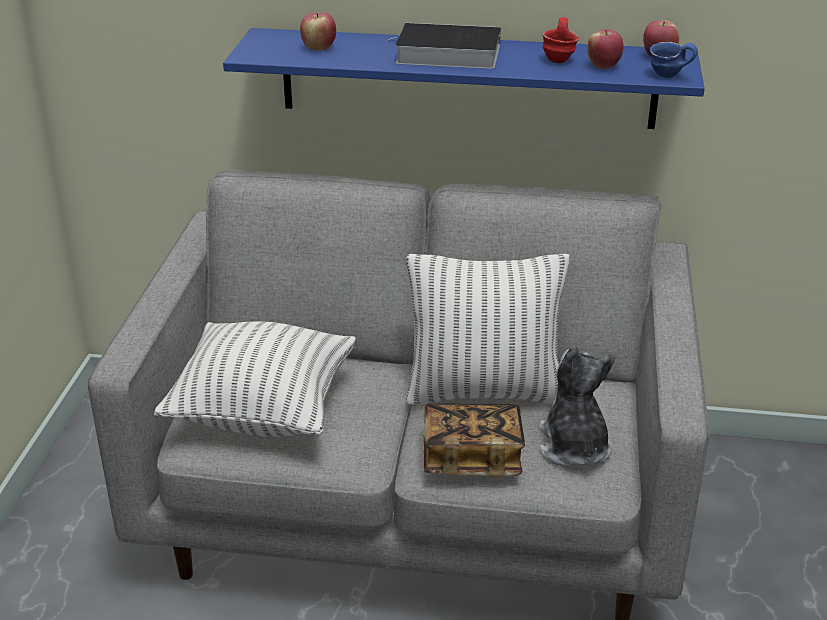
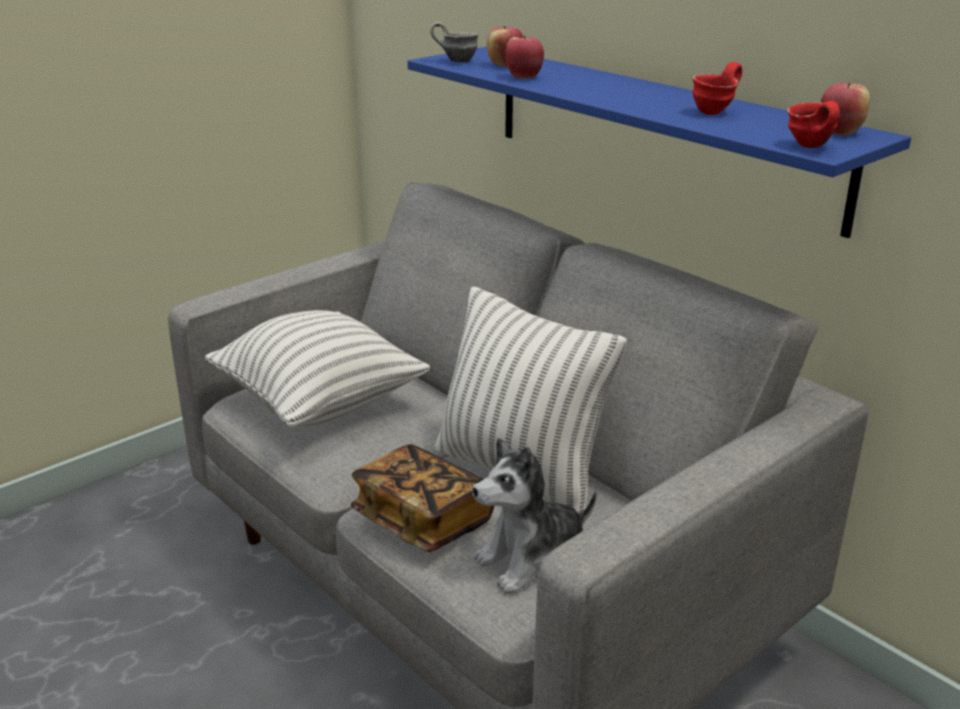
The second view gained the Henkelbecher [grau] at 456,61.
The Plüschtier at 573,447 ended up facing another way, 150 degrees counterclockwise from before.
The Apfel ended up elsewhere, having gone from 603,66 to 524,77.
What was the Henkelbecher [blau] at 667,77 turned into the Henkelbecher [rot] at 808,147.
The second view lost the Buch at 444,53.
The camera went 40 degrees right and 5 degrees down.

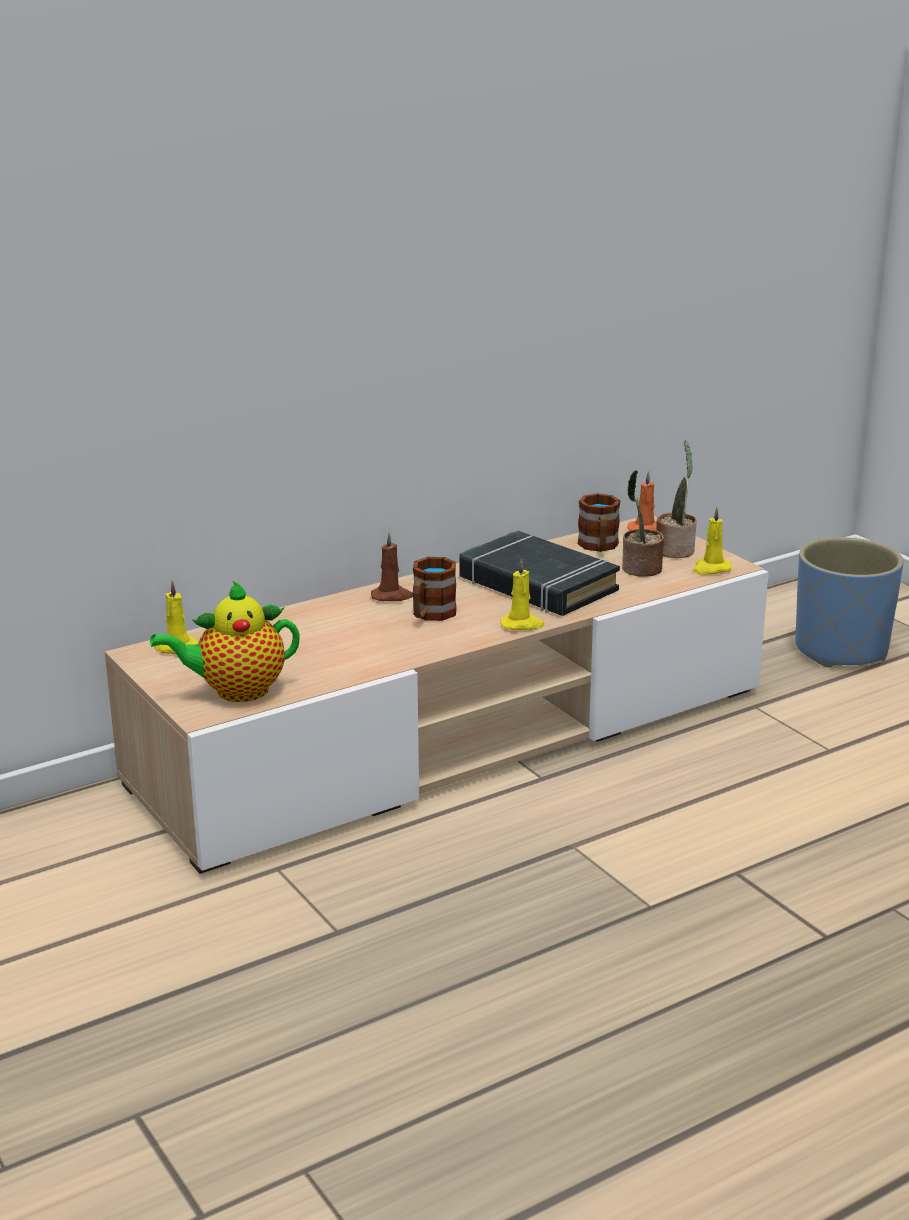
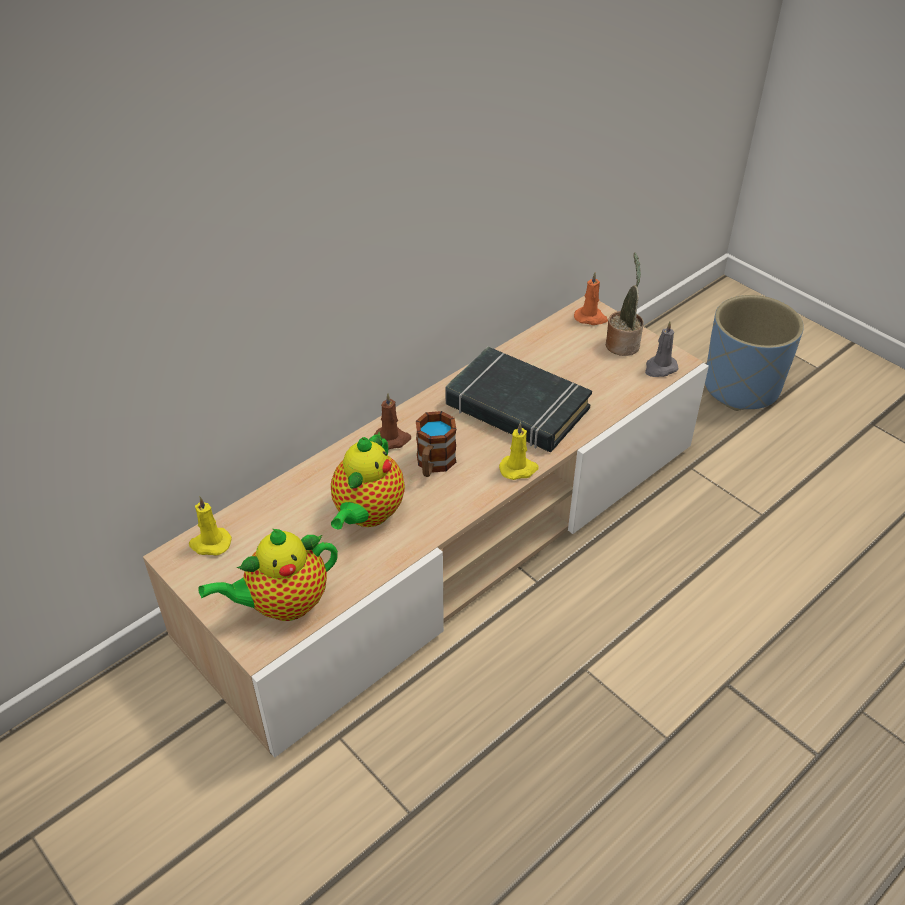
The second view gained the Teekanne at 367,515.
What was the Kerze [gelb] at 711,569 turned into the Kerze [grau] at 660,368.
The second view lost the Henkelbecher at 599,547.
The second view lost the Topfpflanze at 640,569.
The camera went 10 degrees left and 20 degrees up.

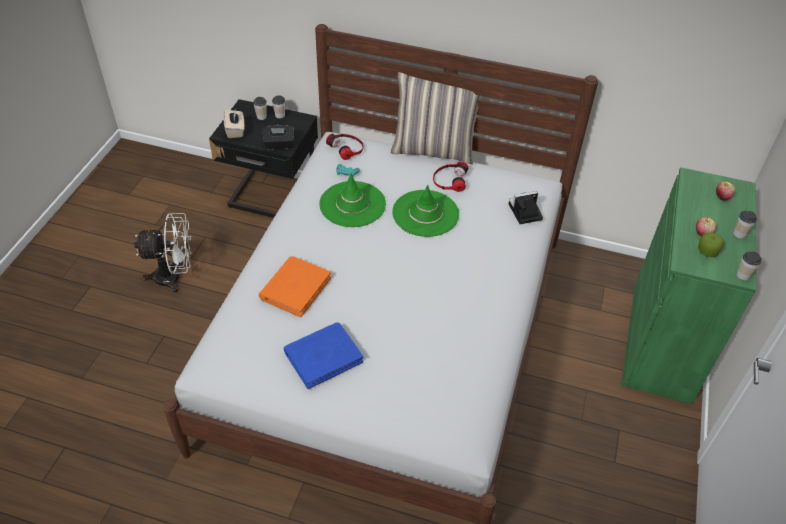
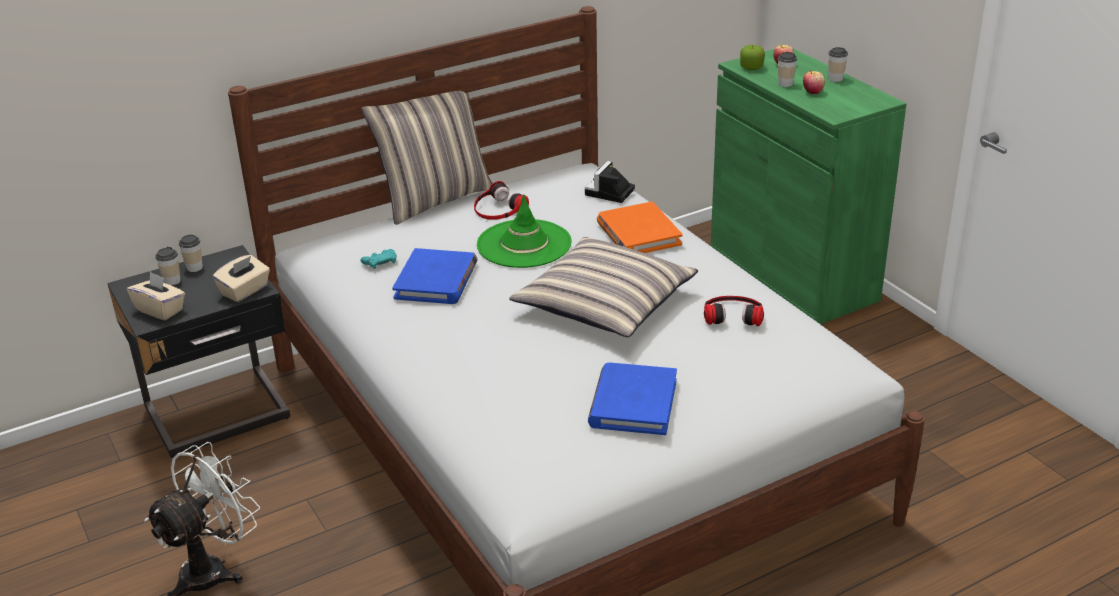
What was the Taschentuchbox [schwarz] at 279,145 turned into the Taschentuchbox [beige] at 245,291.
Where the Hut [grün] stood at 352,204, the Buch [blau] came to stand at 436,281.
The second view gained the Kissen at 605,303.
The Buch [orange] ended up elsewhere, having gone from 295,288 to 638,234.
The Kopfhörer ended up elsewhere, having gone from 347,148 to 733,314.
The Apfel ended up elsewhere, having gone from 707,251 to 751,68.
The Tasse ended up elsewhere, having gone from 743,275 to 785,84.
The camera went 45 degrees left and 15 degrees down.

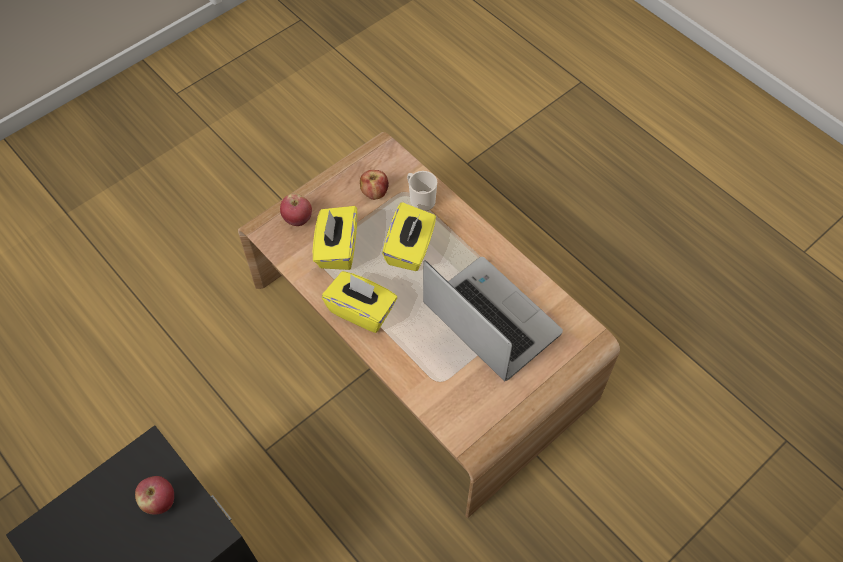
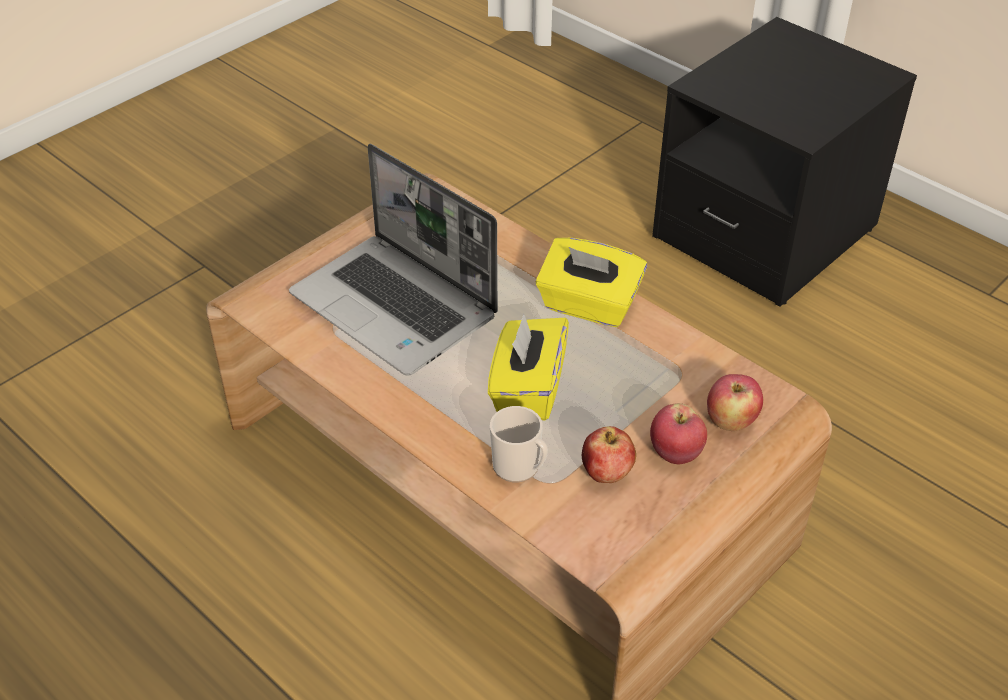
The Apfel ended up elsewhere, having gone from 159,501 to 675,454.
The second view lost the Taschentuchbox [gelb] at 337,249.
The camera went 175 degrees right and 15 degrees down.

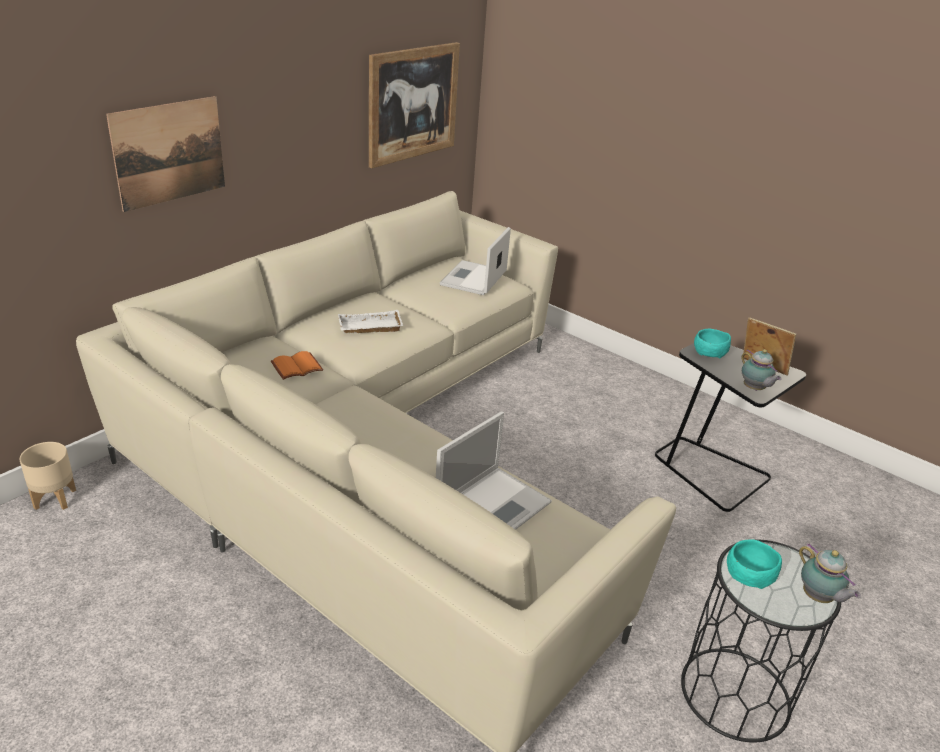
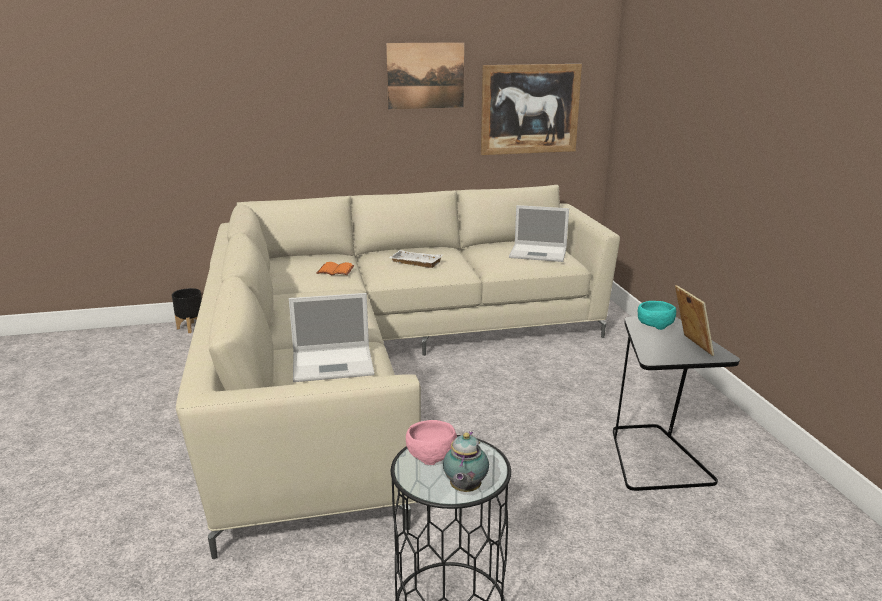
What was the Pflanzkübel [beige] at 55,498 turned into the Pflanzkübel [schwarz] at 191,327.
The Bild ended up elsewhere, having gone from 169,152 to 425,76.
What was the Schüssel [türkis] at 748,575 turned into the Schüssel [rosa] at 430,454.
The Laptop at 473,279 ended up facing another way, 135 degrees counterclockwise from before.
The second view lost the Teekanne at 754,389.
The camera went 40 degrees right and 10 degrees down.

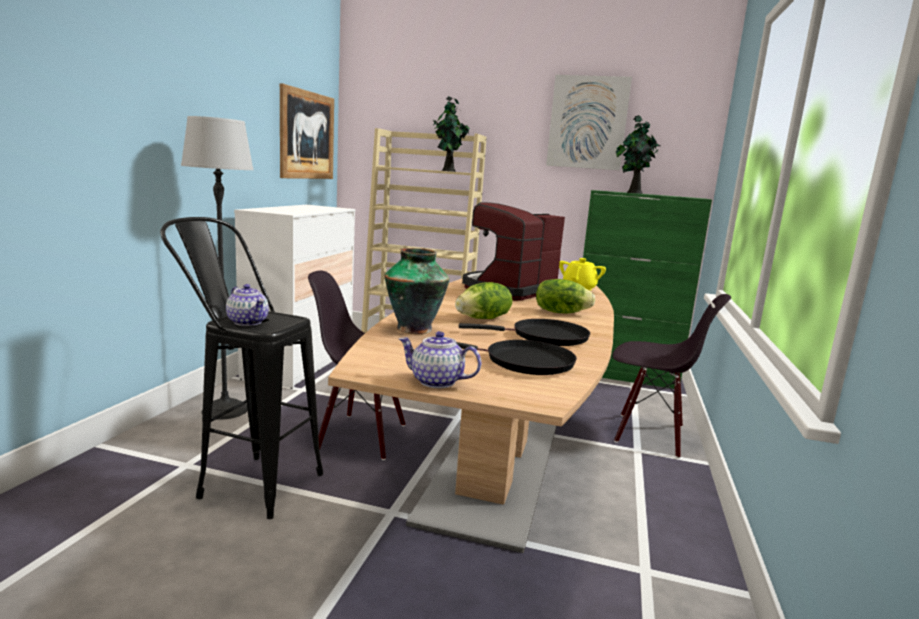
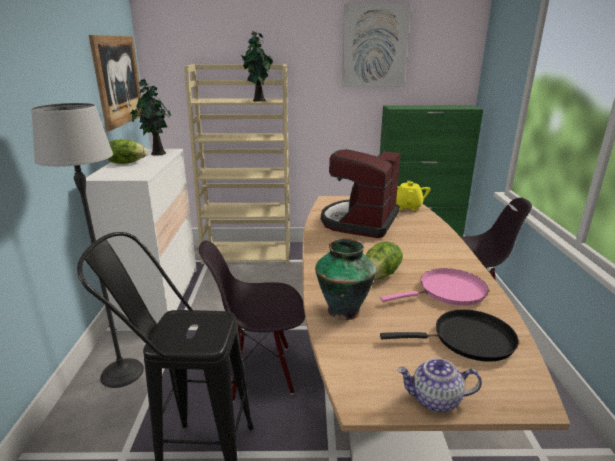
The Salatkopf ended up elsewhere, having gone from 561,312 to 126,163.
The Topfpflanze ended up elsewhere, having gone from 633,193 to 157,153.
What was the Pfanne [schwarz] at 544,337 turned into the Pfanne [rosa] at 448,291.
The second view lost the Teekanne at 248,322.
The camera went 15 degrees left and 10 degrees up.

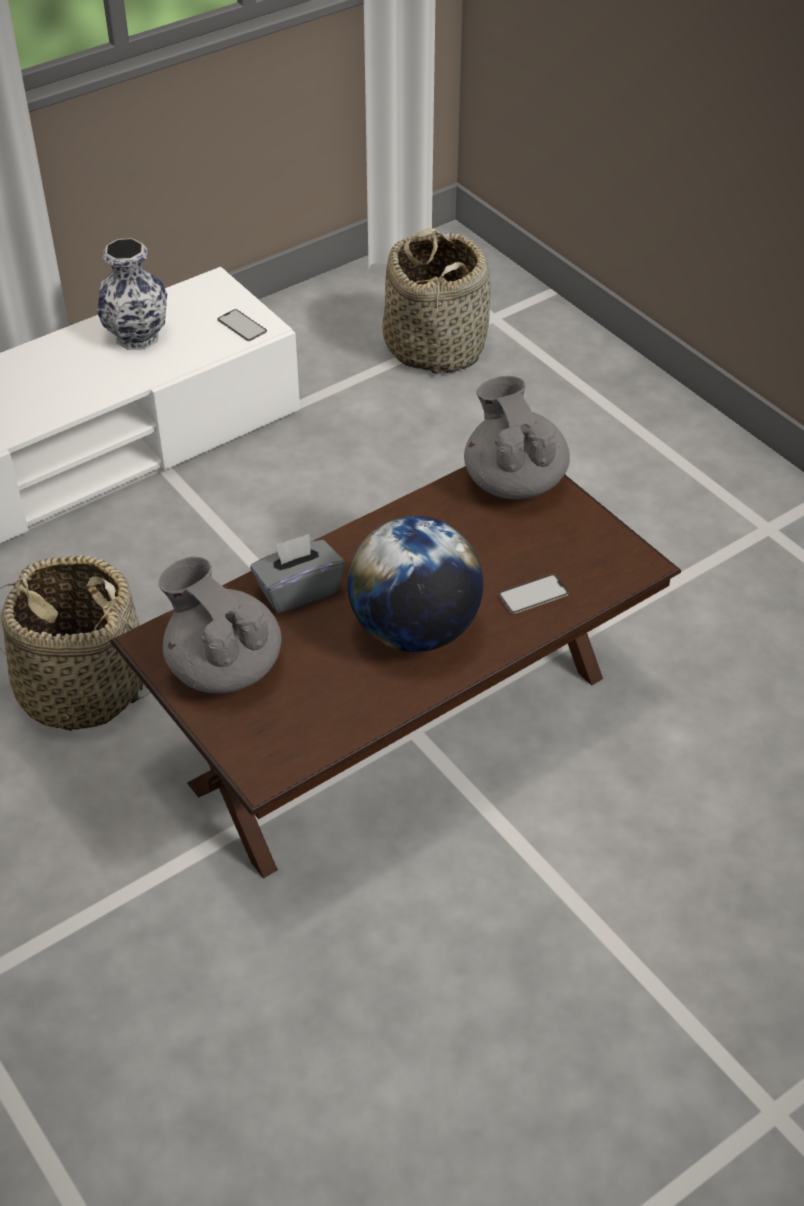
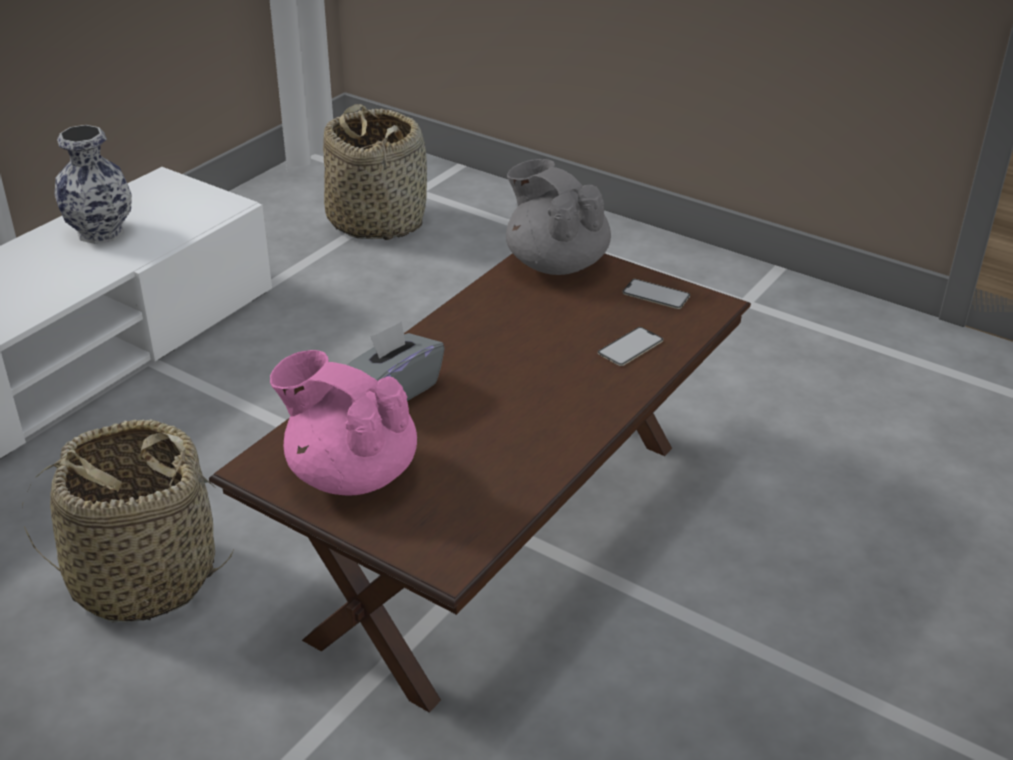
What was the Teekanne [grau] at 223,666 turned into the Teekanne [rosa] at 350,473.
The Handy ended up elsewhere, having gone from 242,326 to 656,294.
The second view lost the Globus at 415,630.
The camera went 20 degrees left and 10 degrees down.

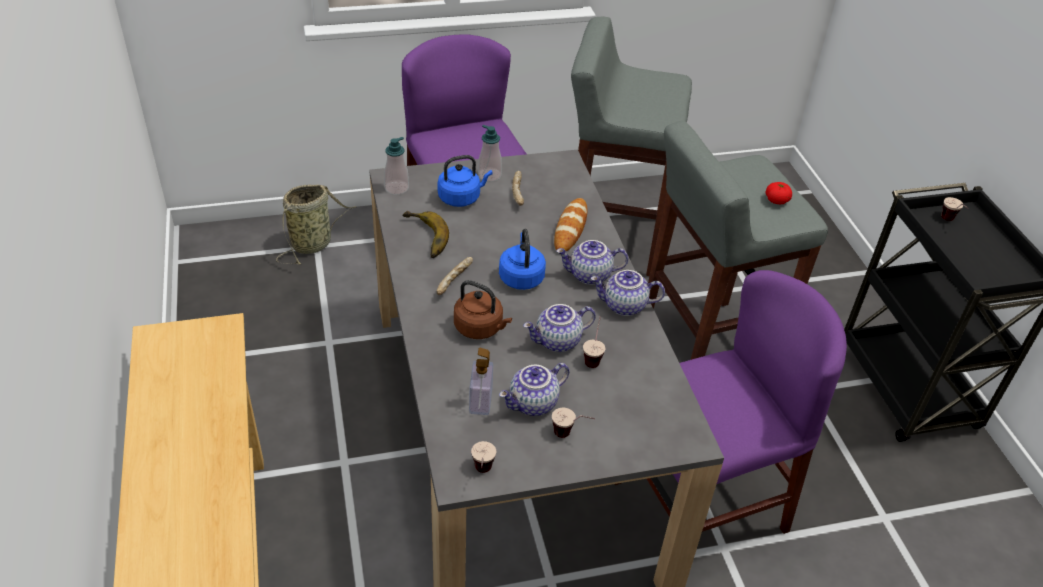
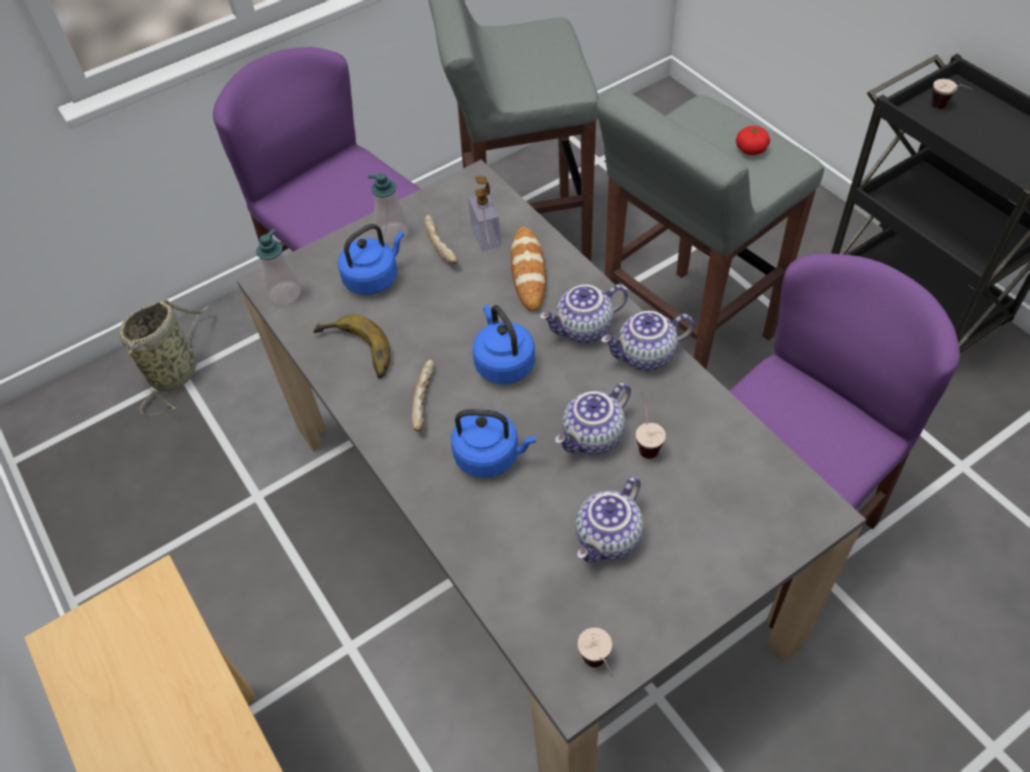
What was the Wasserkessel [braun] at 480,328 turned into the Wasserkessel [blau] at 491,456.
The Seifenspender ended up elsewhere, having gone from 480,400 to 486,236.
The second view lost the Tasse at 570,435.
The camera went 15 degrees left and 10 degrees up.

